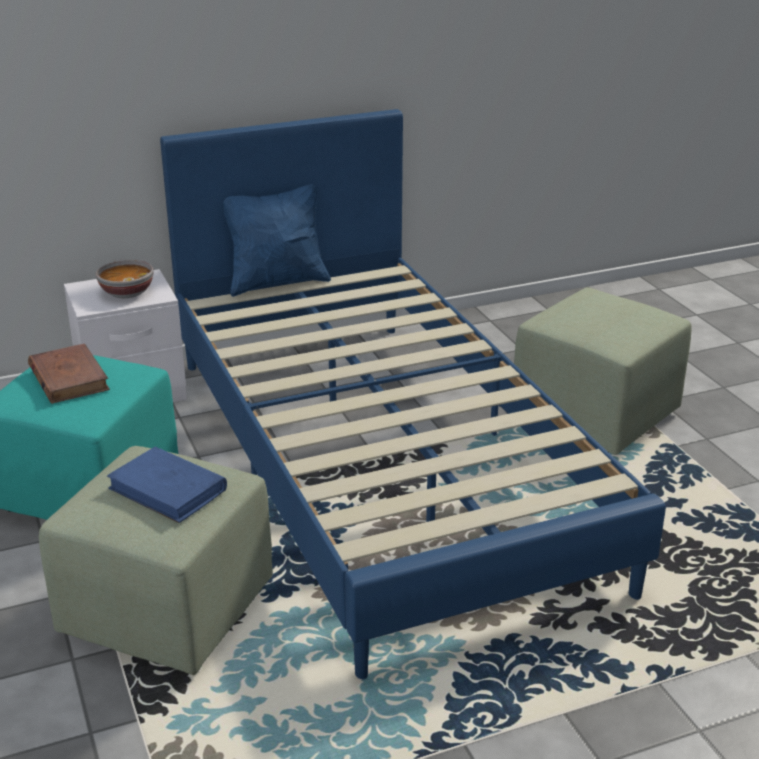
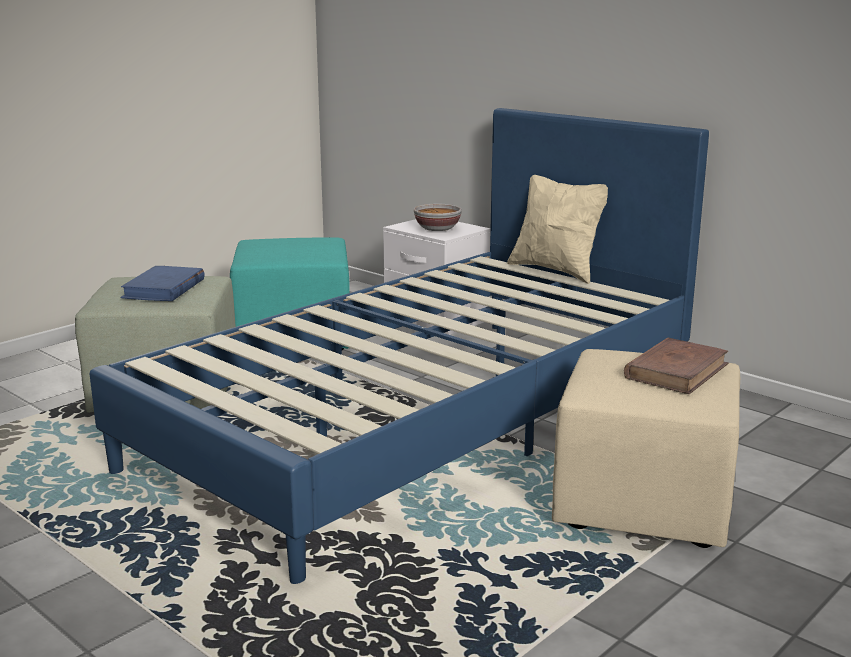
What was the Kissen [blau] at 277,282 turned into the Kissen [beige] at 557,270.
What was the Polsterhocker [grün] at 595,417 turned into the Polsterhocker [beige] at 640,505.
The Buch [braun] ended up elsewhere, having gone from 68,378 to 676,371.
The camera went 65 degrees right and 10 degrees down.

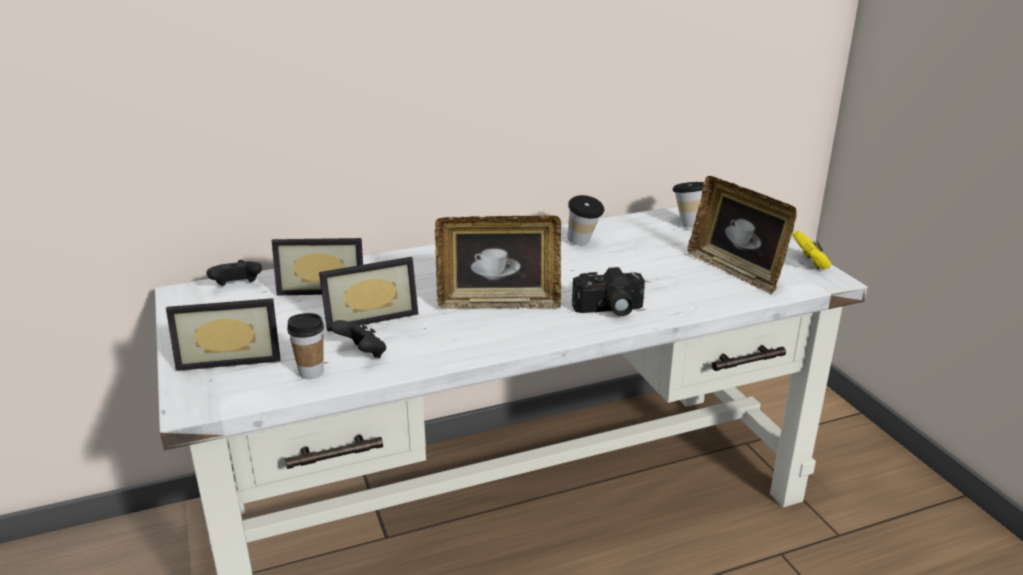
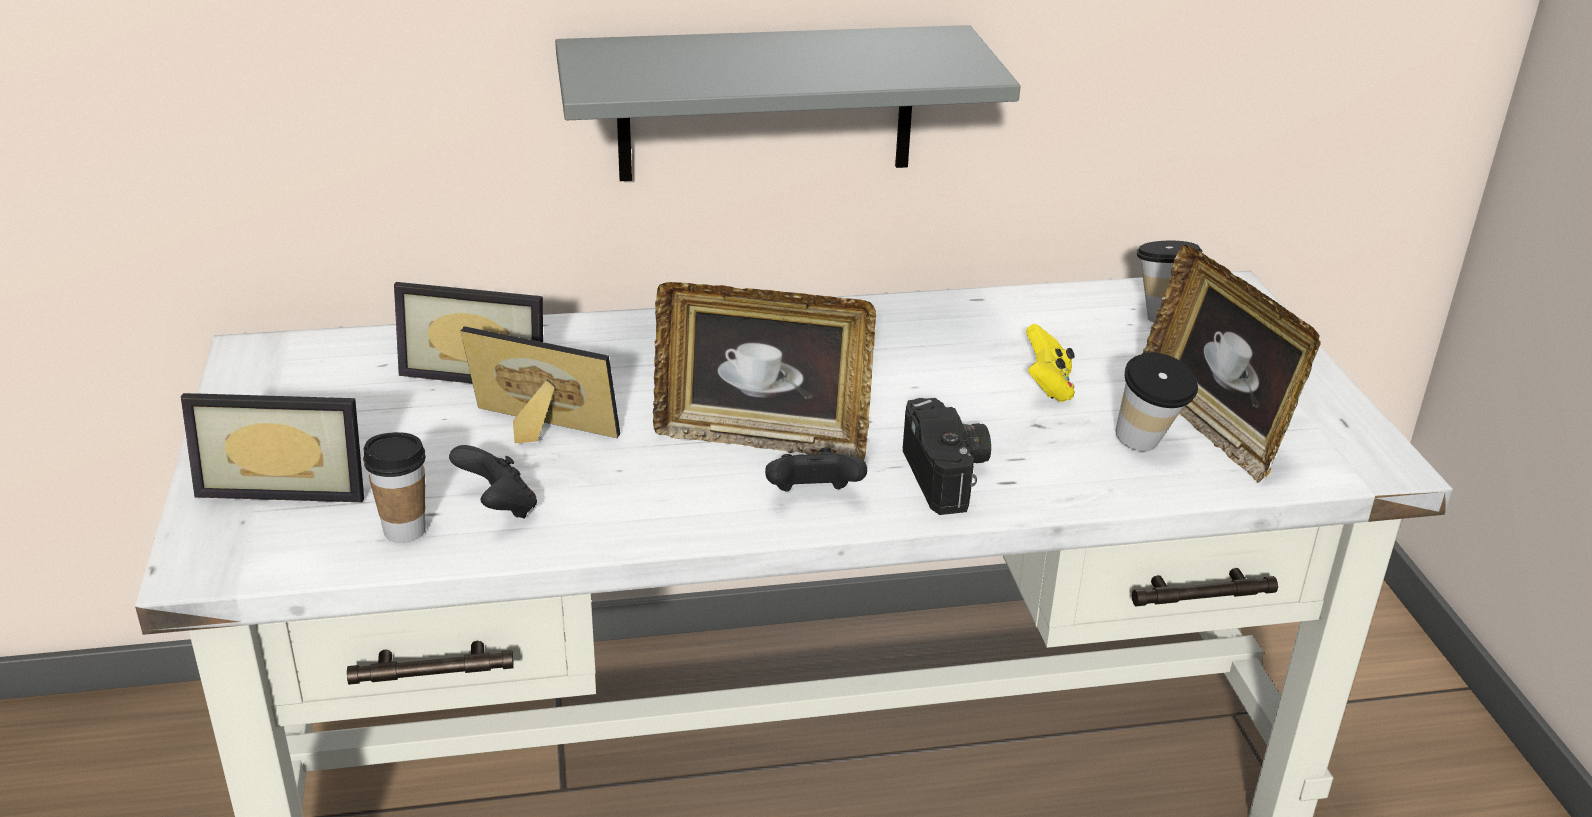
The Bilderrahmen at 369,315 ended up facing another way, 150 degrees counterclockwise from before.
The second view gained the Wandregal [grau] at 766,103.
The Gamepad [schwarz] ended up elsewhere, having gone from 237,287 to 813,497.
The Kamera at 609,310 ended up facing another way, 105 degrees counterclockwise from before.
The Gamepad [gelb] ended up elsewhere, having gone from 810,263 to 1047,386.
The Tasse ended up elsewhere, having gone from 583,243 to 1146,447.
The camera went 10 degrees right and 5 degrees up.

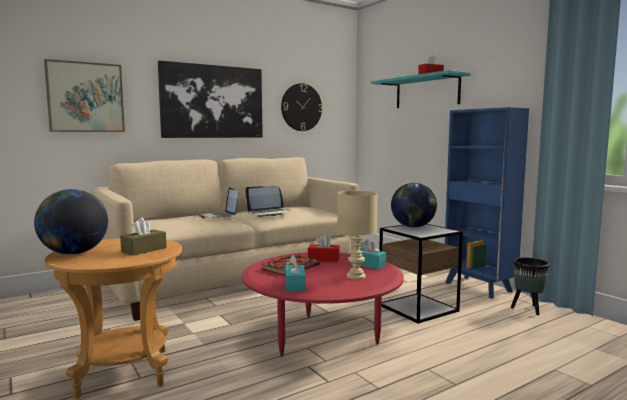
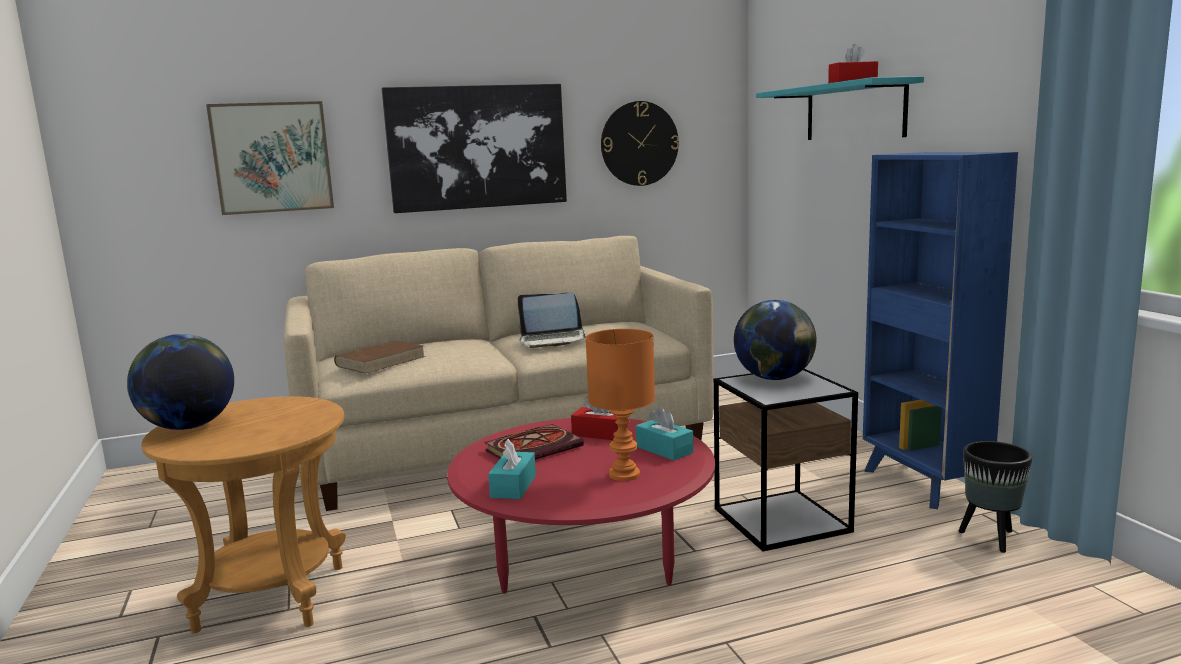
The second view gained the Buch [braun] at 381,361.
What was the Tischlampe [beige] at 357,276 turned into the Tischlampe [orange] at 625,475.
The second view lost the Taschentuchbox [braun] at 144,250.
The second view lost the Laptop at 220,216.
The camera went 15 degrees right and 5 degrees up.

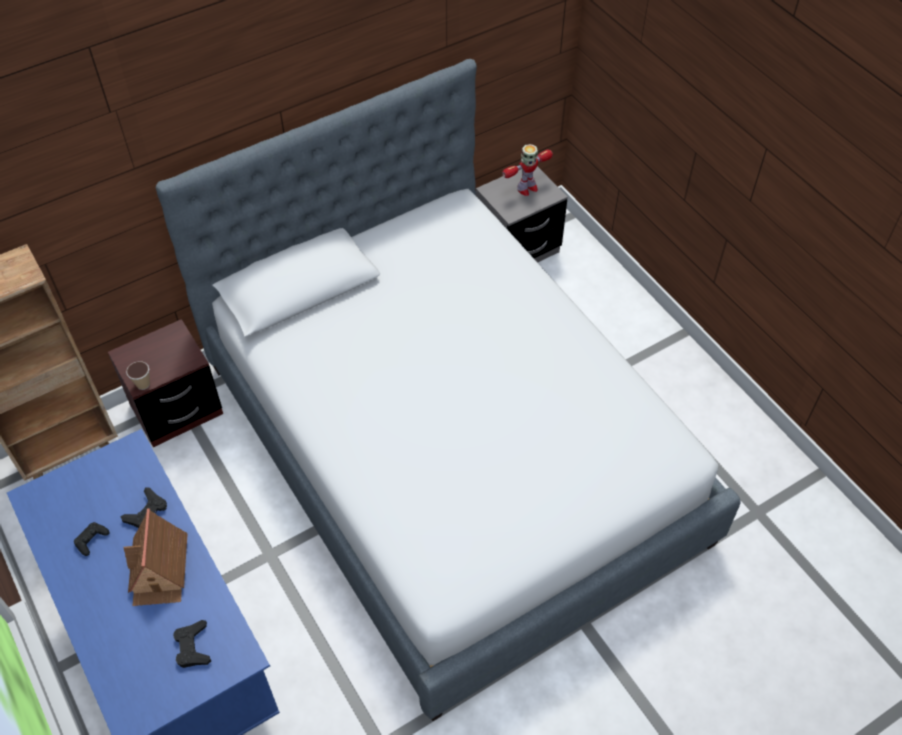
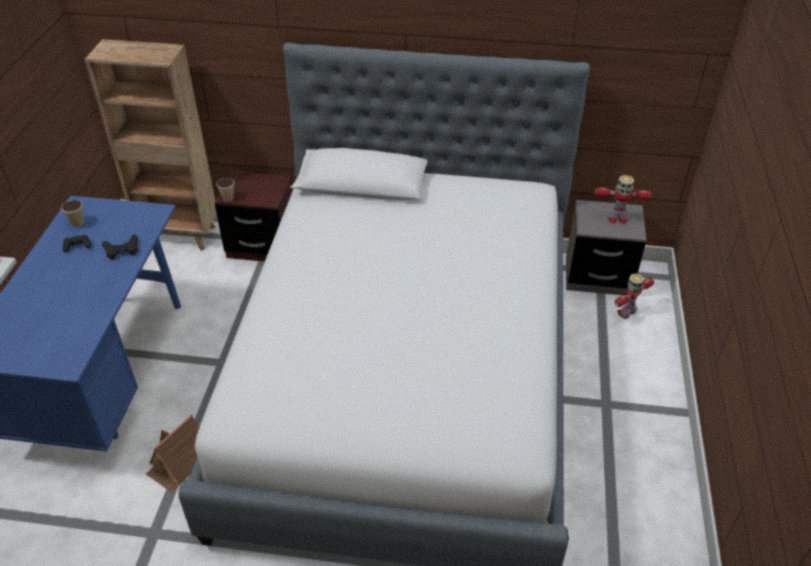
The second view gained the Tasse at 77,223.
The Spielzeughaus ended up elsewhere, having gone from 159,570 to 180,463.
The second view gained the Spielzeugroboter at 627,312.
The second view lost the Gamepad [schwarz] at 192,647.
The camera went 40 degrees right and 10 degrees down.

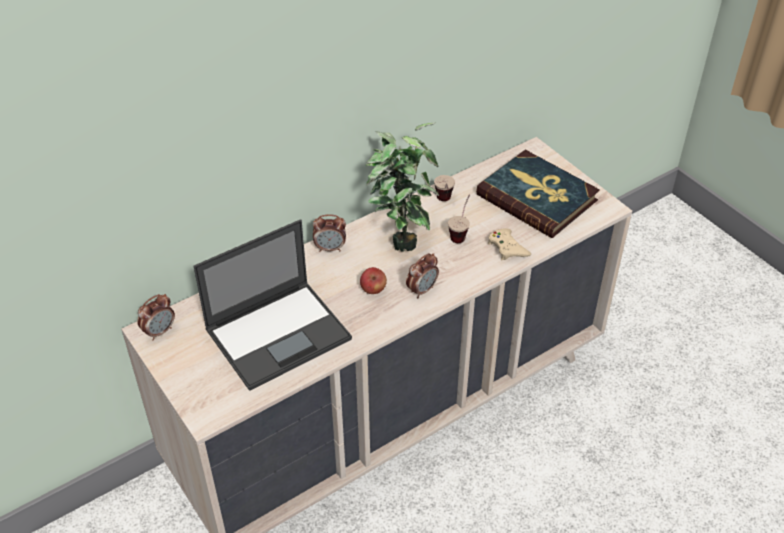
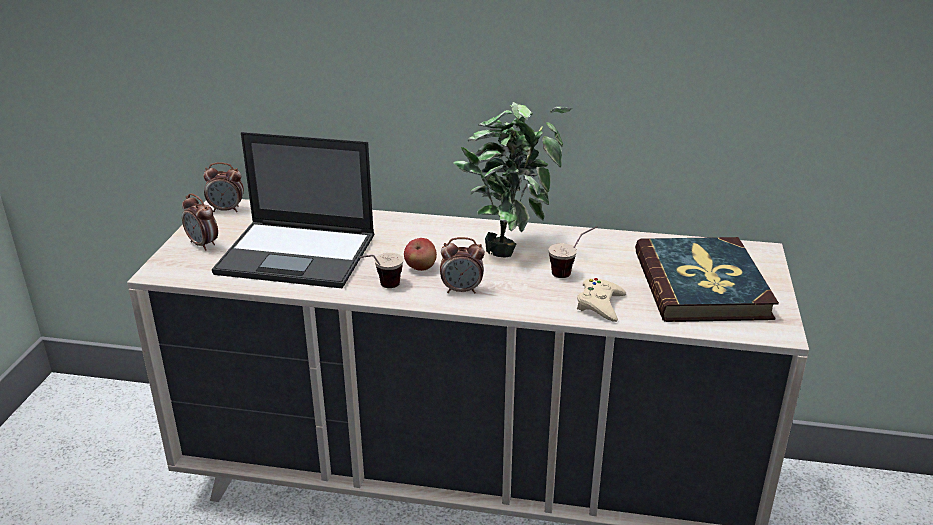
The Wecker ended up elsewhere, having gone from 330,248 to 203,244.
The Tasse ended up elsewhere, having gone from 444,202 to 381,288.
The camera went 45 degrees right and 15 degrees down.

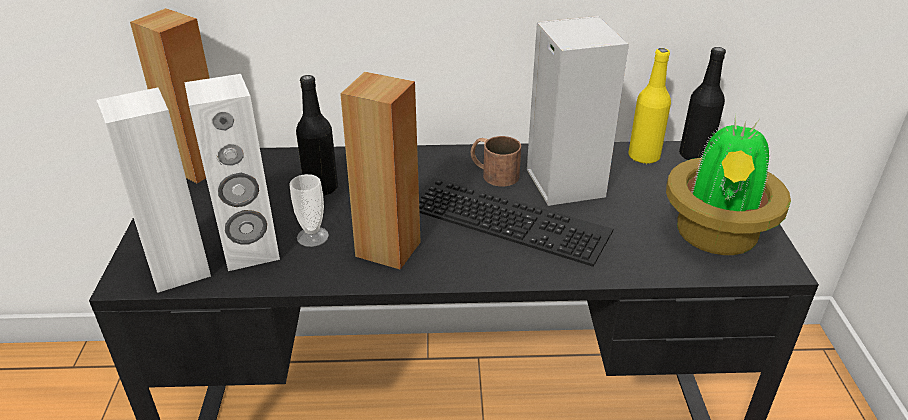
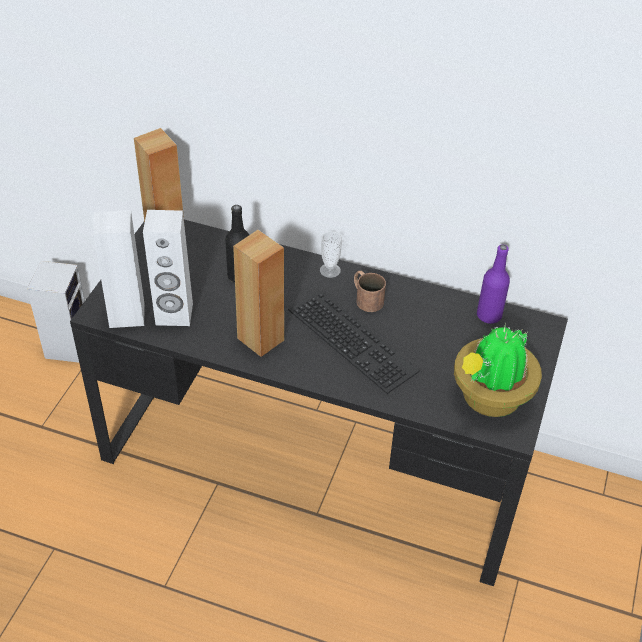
The Lautsprecher ended up elsewhere, having gone from 562,181 to 68,344.
The Tasse ended up elsewhere, having gone from 312,236 to 330,270.
What was the Flasche [gelb] at 644,156 turned into the Flasche [lila] at 489,315.
The second view lost the Flasche [schwarz] at 694,155.
The camera went 20 degrees right and 10 degrees up.

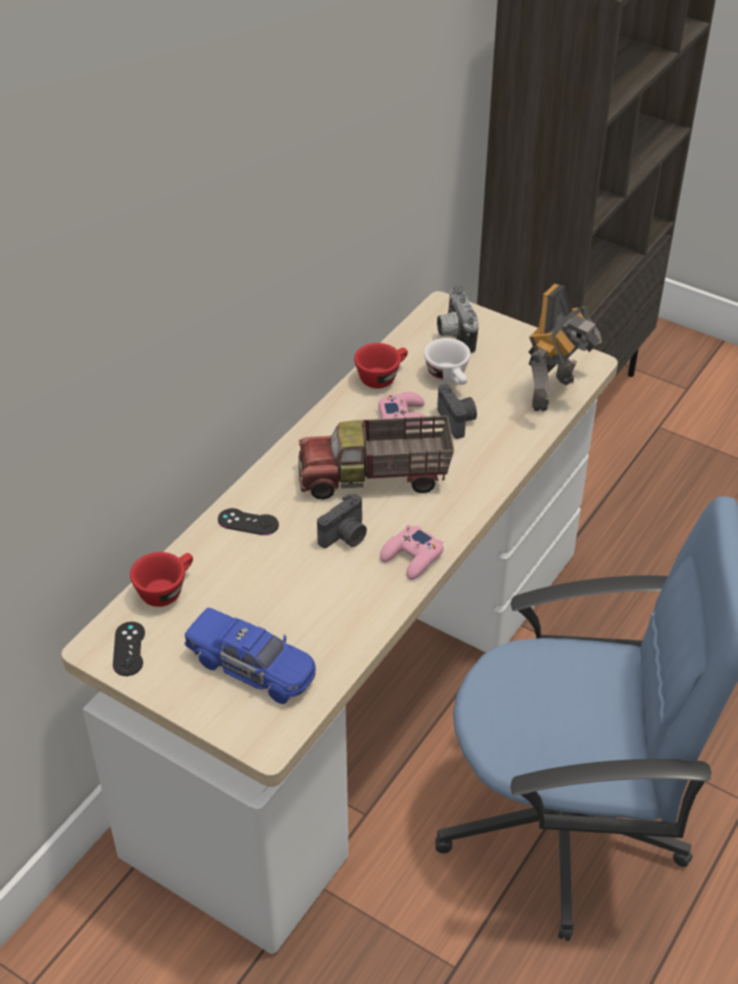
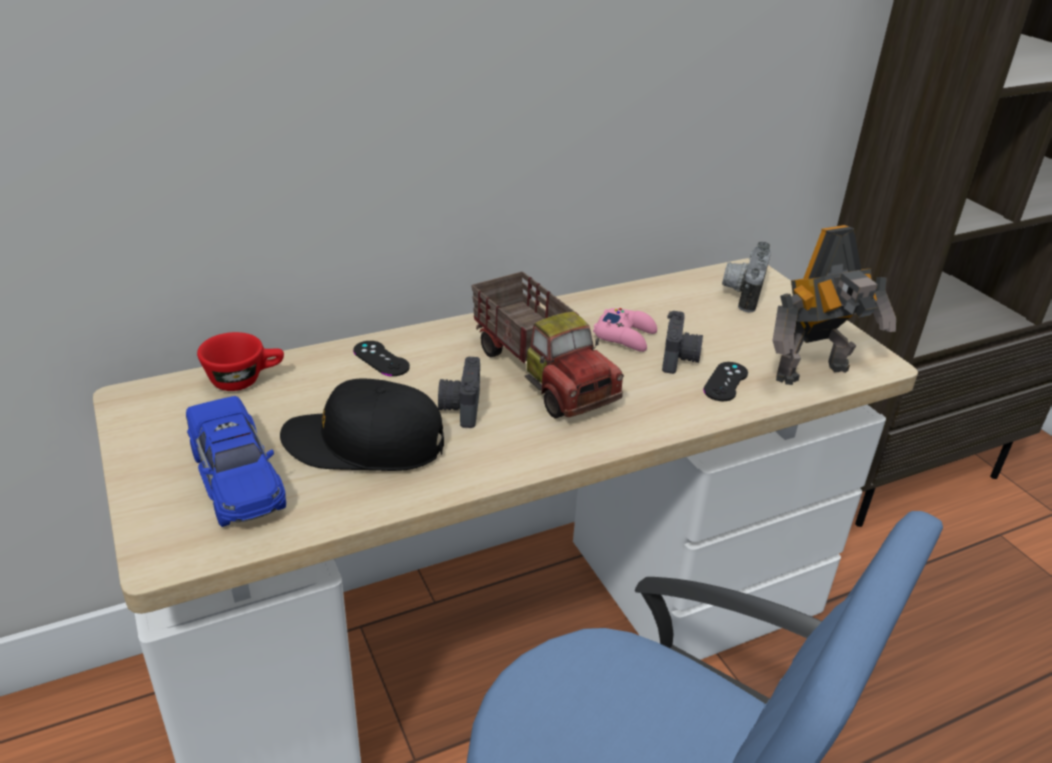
The second view gained the Kappe [schwarz] at 364,444.
The Kamera at 345,536 ended up facing another way, 105 degrees clockwise from before.
The Spielzeuglaster at 375,478 ended up facing another way, 150 degrees counterclockwise from before.
The Gamepad [schwarz] ended up elsewhere, having gone from 129,649 to 725,382.
The second view lost the Tasse [rot] at 382,377.
The second view lost the Gamepad [rosa] at 412,557.
The second view lost the Tasse [weiß] at 450,378.
The camera went 30 degrees right and 10 degrees down.

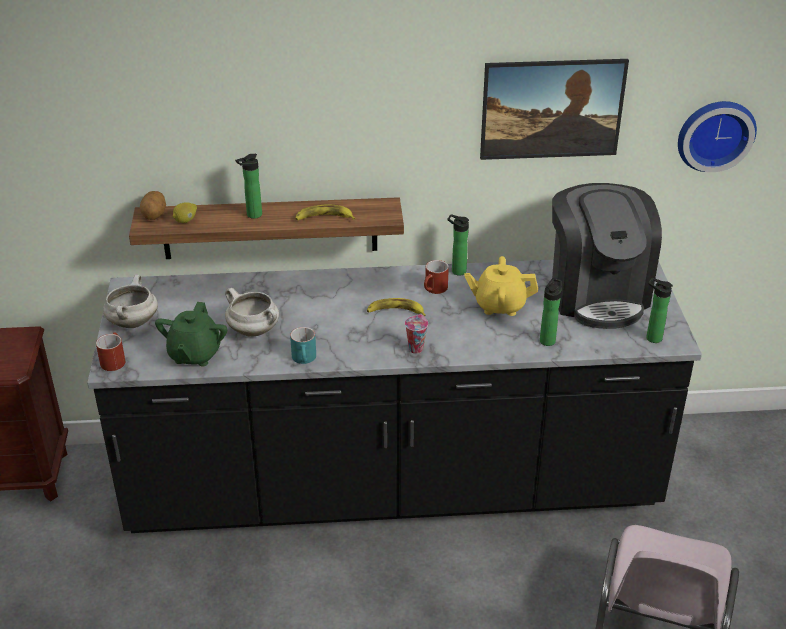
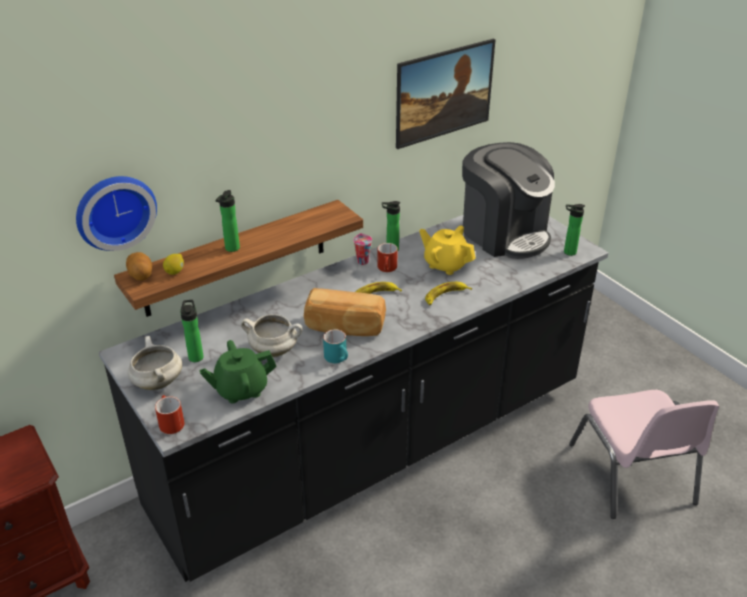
The Wanduhr ended up elsewhere, having gone from 714,133 to 114,210.
The Flasche ended up elsewhere, having gone from 548,339 to 196,356.
The Teekanne [grün] at 194,354 ended up facing another way, 90 degrees clockwise from before.
The second view gained the Brot at 345,327.
The Tasse ended up elsewhere, having gone from 415,348 to 362,261.
The Teekanne [gelb] at 499,305 ended up facing another way, 60 degrees clockwise from before.
The Banane ended up elsewhere, having gone from 324,218 to 445,296.
The camera went 30 degrees left and 0 degrees up.

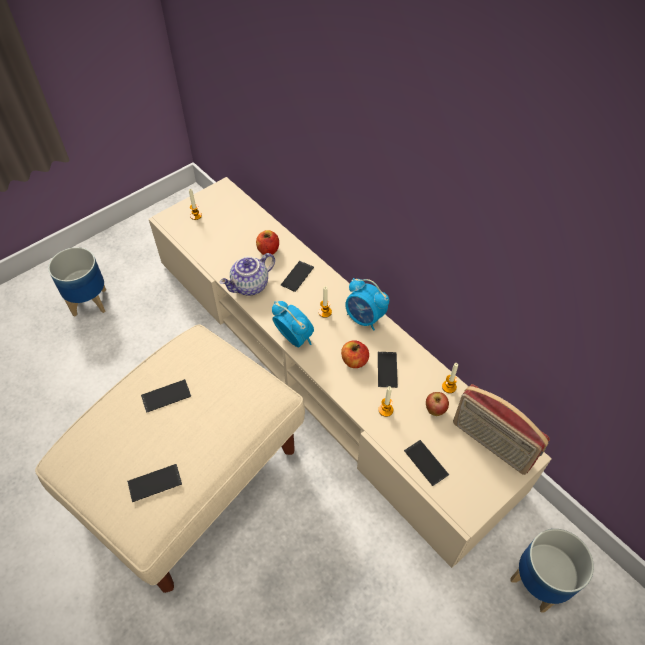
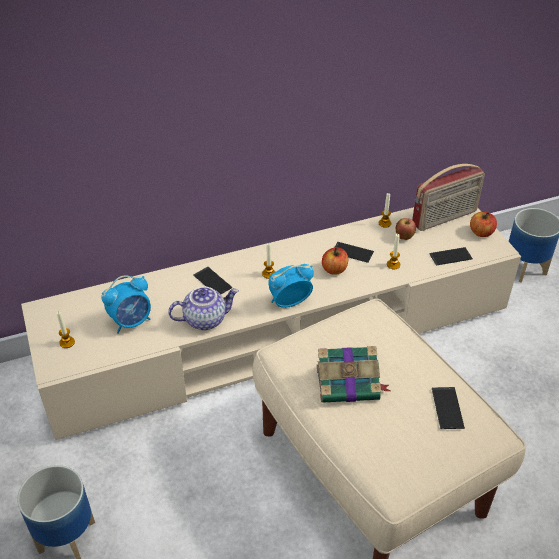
The Wecker ended up elsewhere, having gone from 364,318 to 131,321.
The Teekanne at 250,286 ended up facing another way, 90 degrees counterclockwise from before.
Where the Handy stood at 166,396, the Buch came to stand at 349,383.
The Apfel ended up elsewhere, having gone from 268,250 to 481,232.
The camera went 70 degrees left and 10 degrees down.

